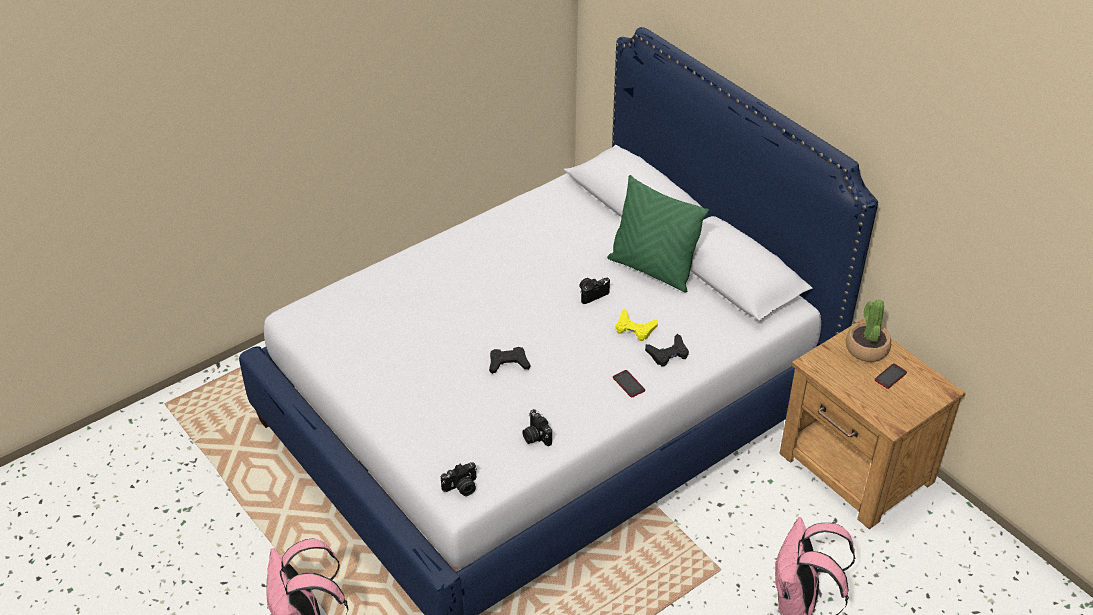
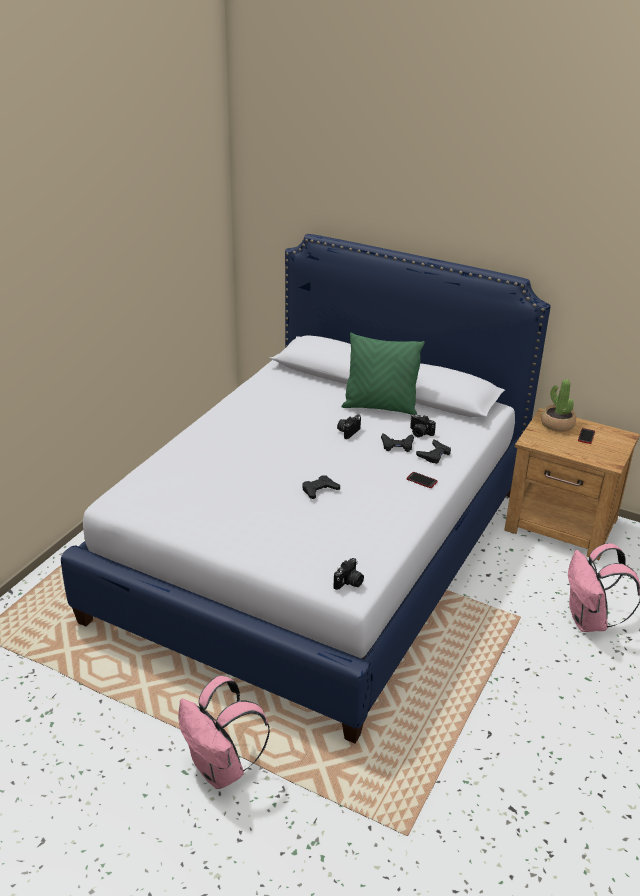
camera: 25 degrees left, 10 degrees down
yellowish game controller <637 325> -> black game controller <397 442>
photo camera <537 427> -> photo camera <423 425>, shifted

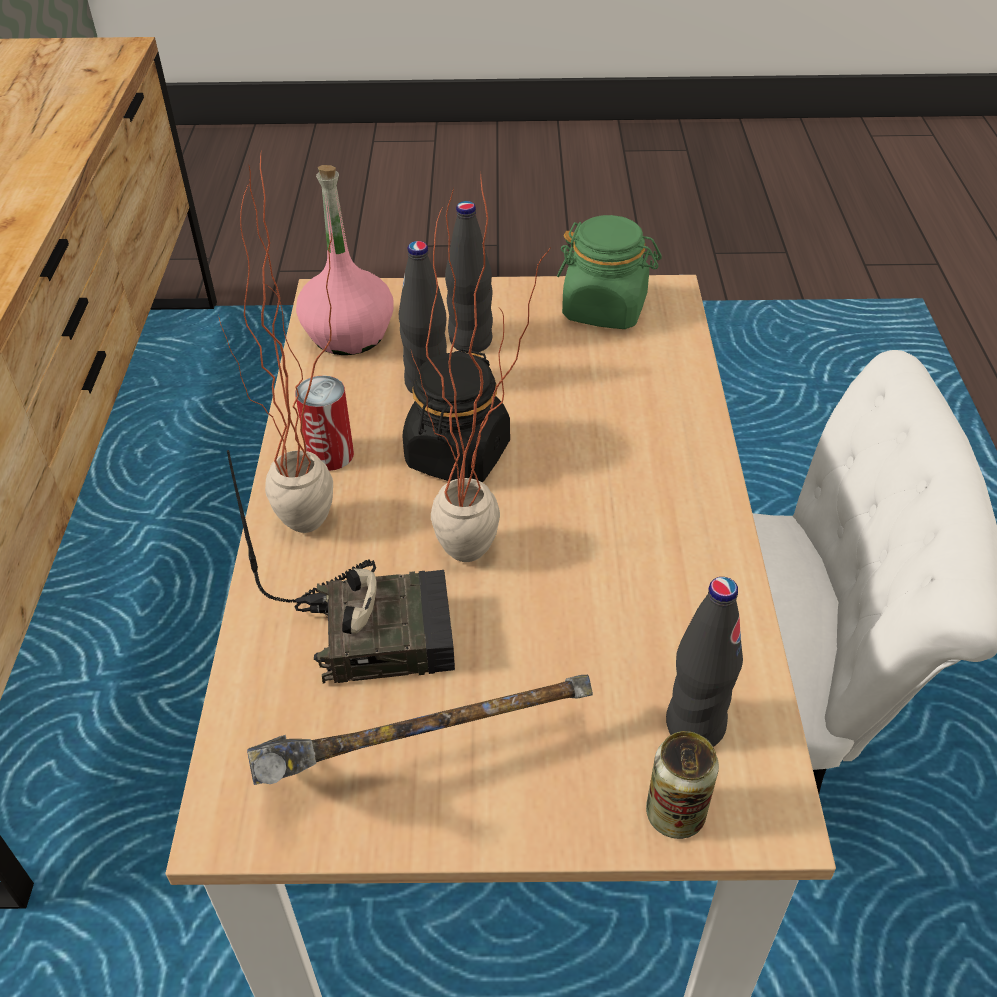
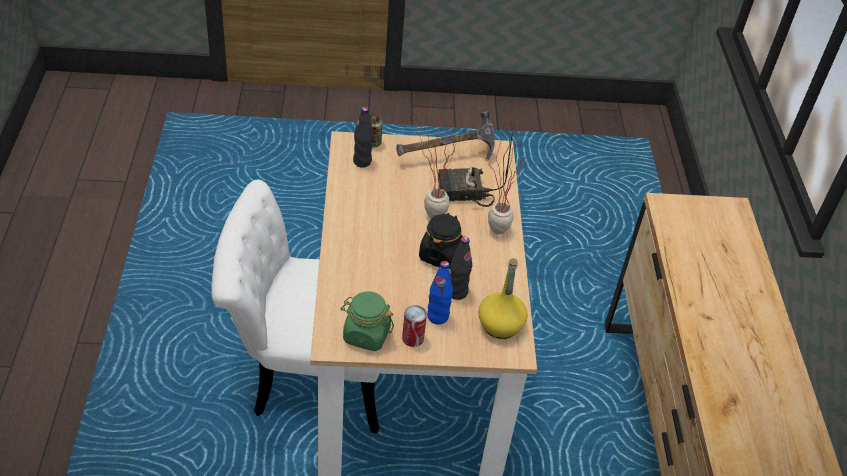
camera: 175 degrees right, 0 degrees up
pink-coloured drink bottle <344 260> -> yellowish drink bottle <503 298>
black drink bottle <469 277> -> blue drink bottle <440 293>
metal can <324 423> -> metal can <414 326>, shifted

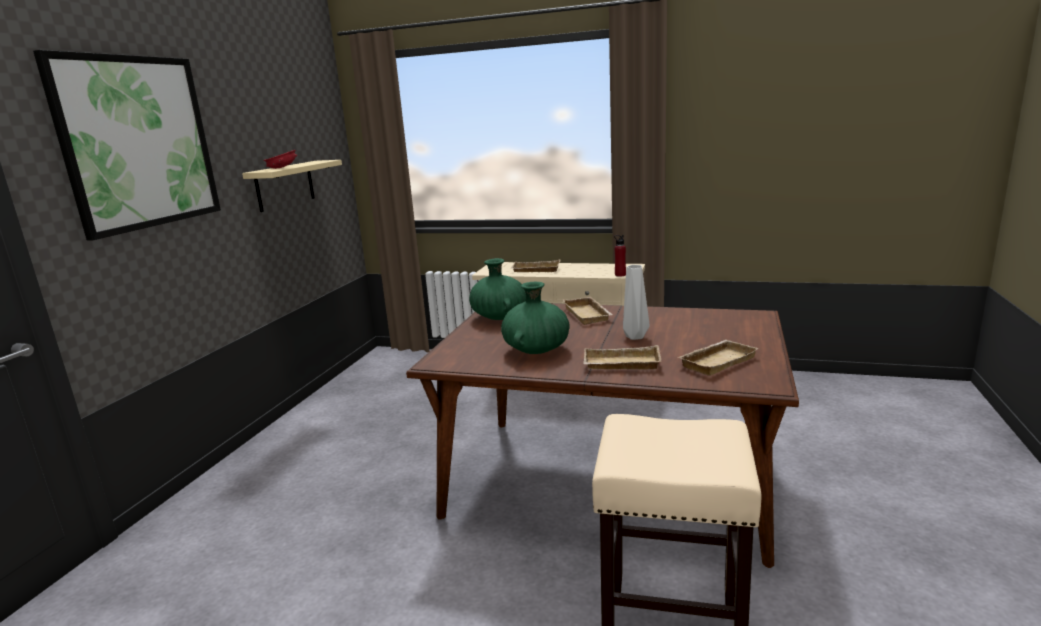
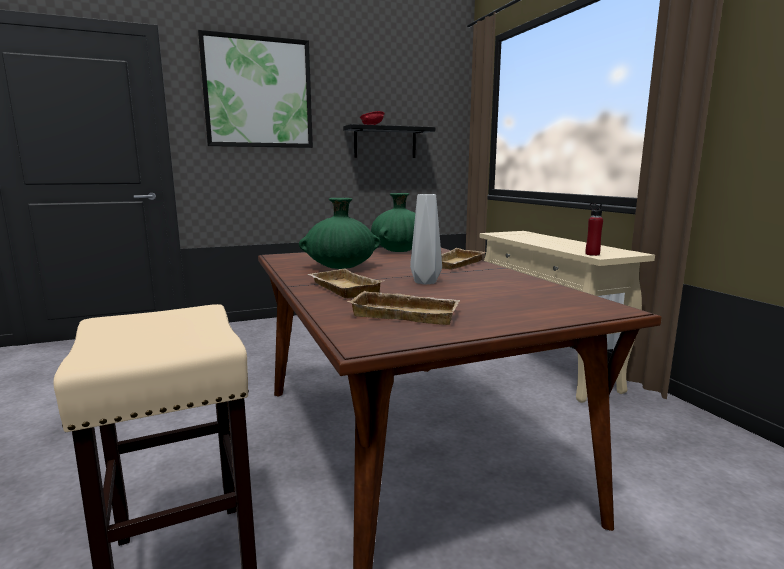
camera: 50 degrees right, 5 degrees down
beige-coloured shelf <292 186> -> black shelf <389 141>
beige-coloured serving tray <535 266> -> none

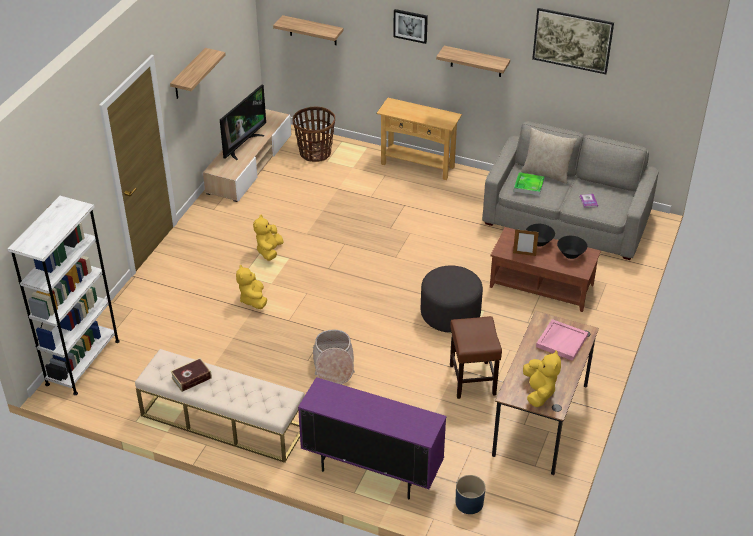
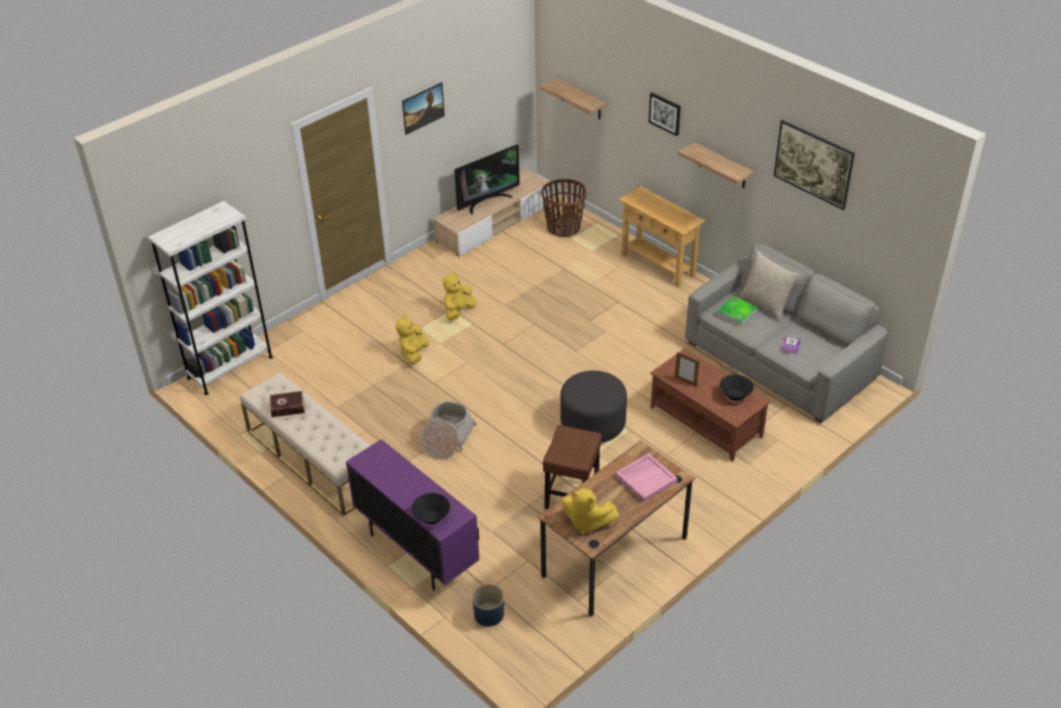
camera: 25 degrees right, 0 degrees up
shelf <198 73> -> wall art <423 108>
black bowl <540 235> -> black bowl <431 509>, shifted
yellowish cuddly toy <542 378> -> yellowish cuddly toy <590 511>, 90 degrees clockwise

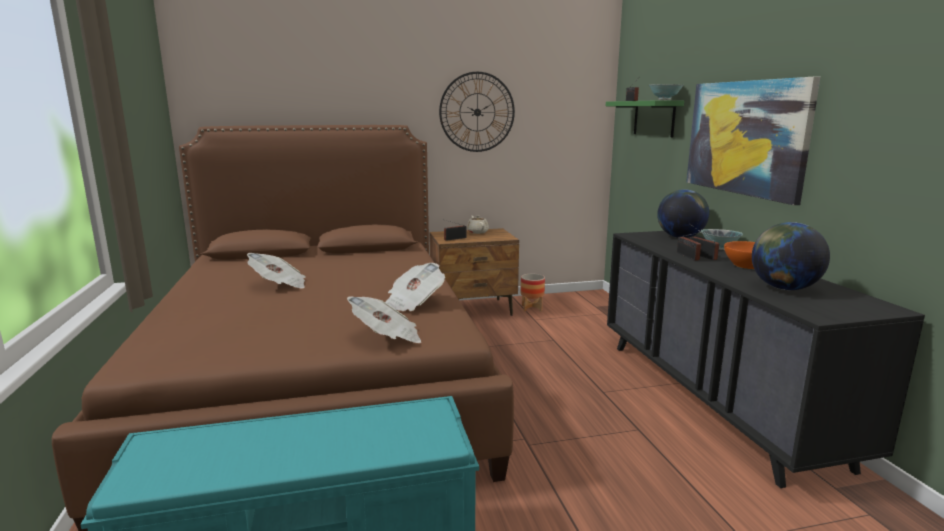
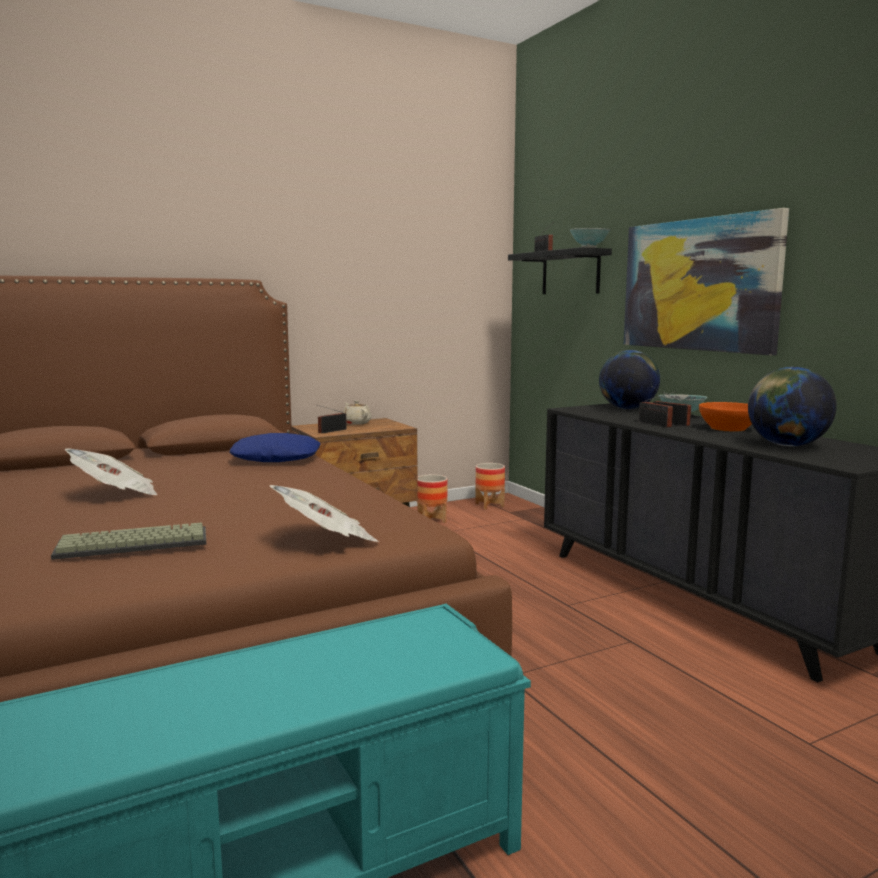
camera: 15 degrees left, 5 degrees down
clock on the wall <477 112> -> none
greenish shelf <645 119> -> black shelf <560 270>
printed paper <415 287> -> none
none -> blue pillow <275 447>
none -> flower pot <490 486>
none -> keyboard <128 541>

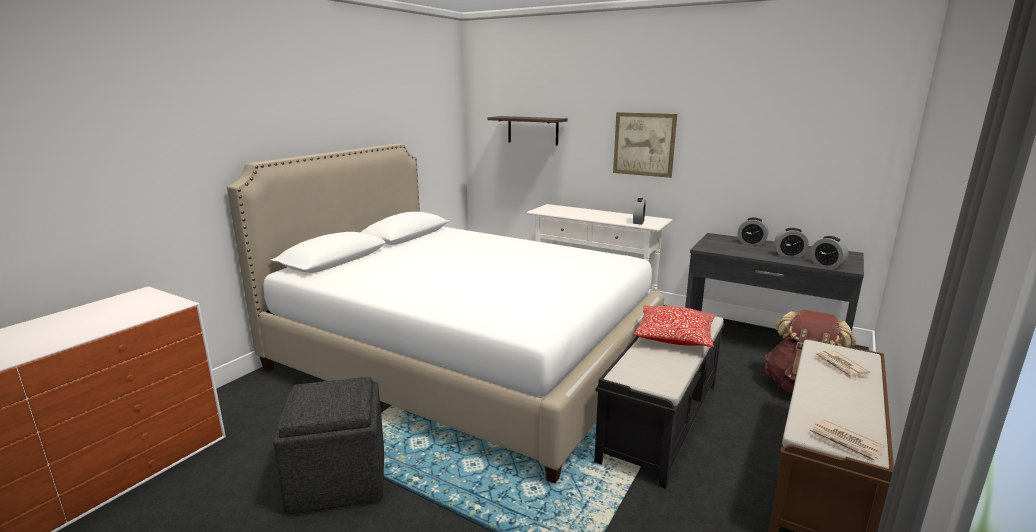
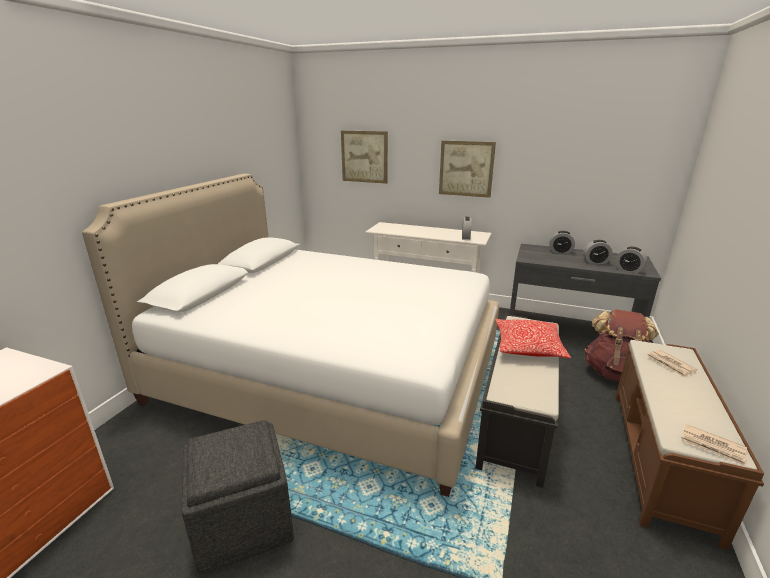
camera: 10 degrees left, 5 degrees up
shelf <527 130> -> wall art <364 157>

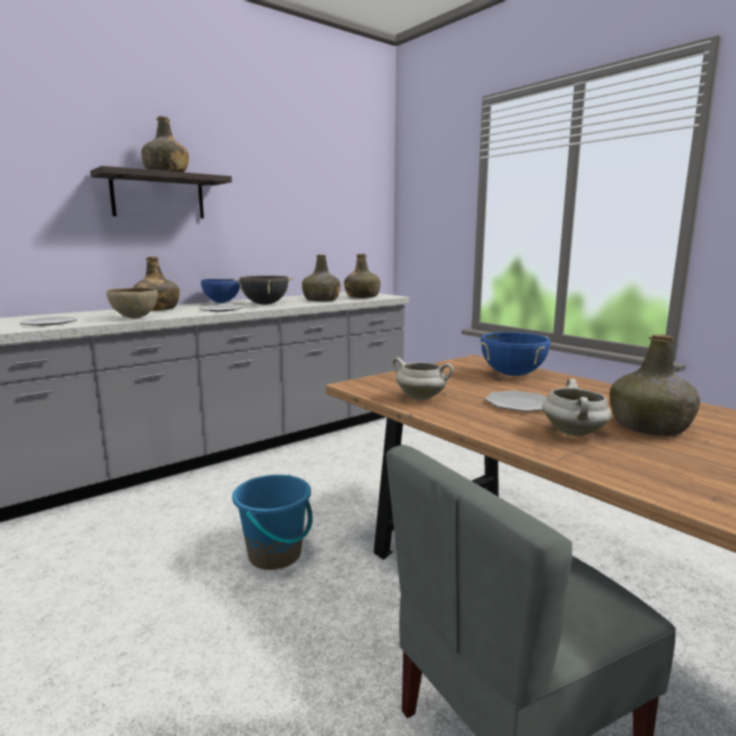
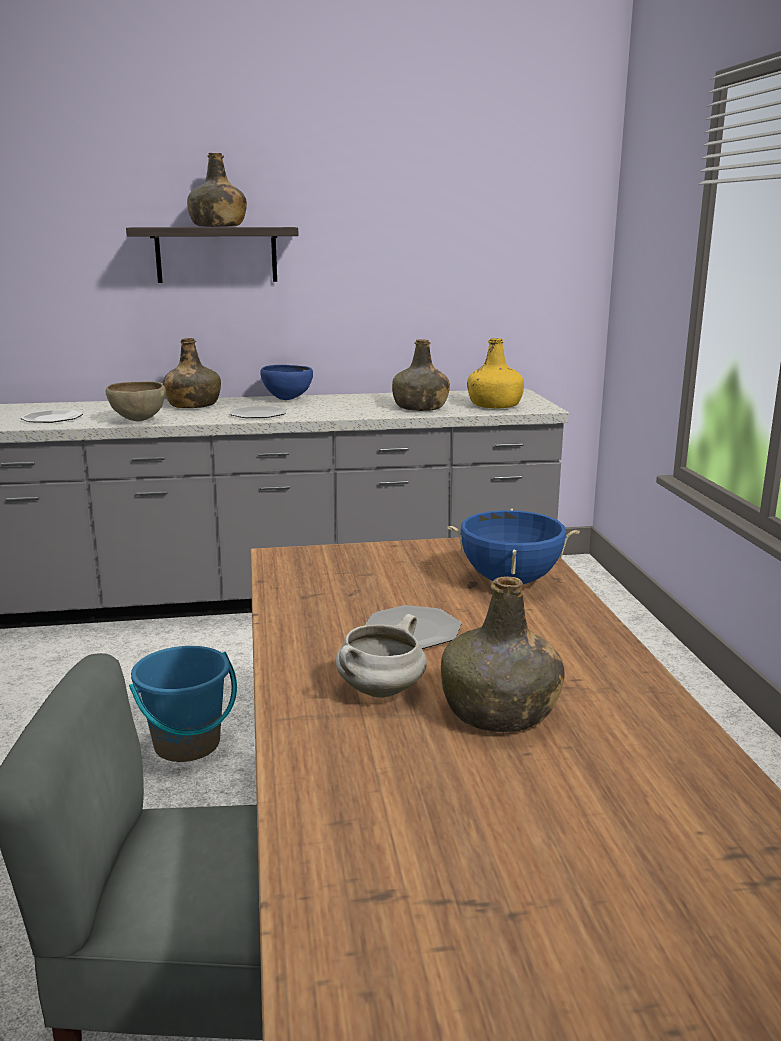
camera: 30 degrees right, 5 degrees up
greenish drink bottle <362 276> -> yellowish drink bottle <495 373>
black stockpot <264 290> -> none
white-coloured stockpot <422 378> -> none

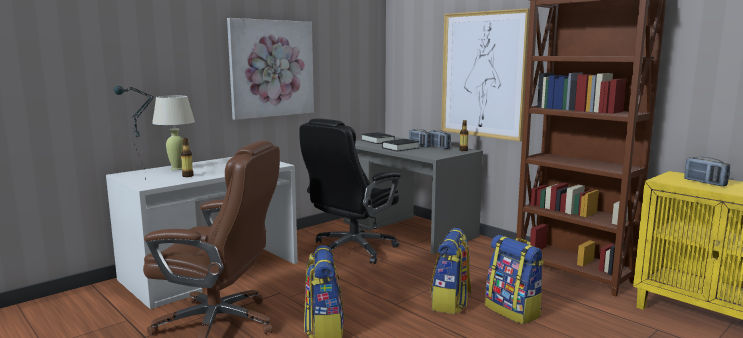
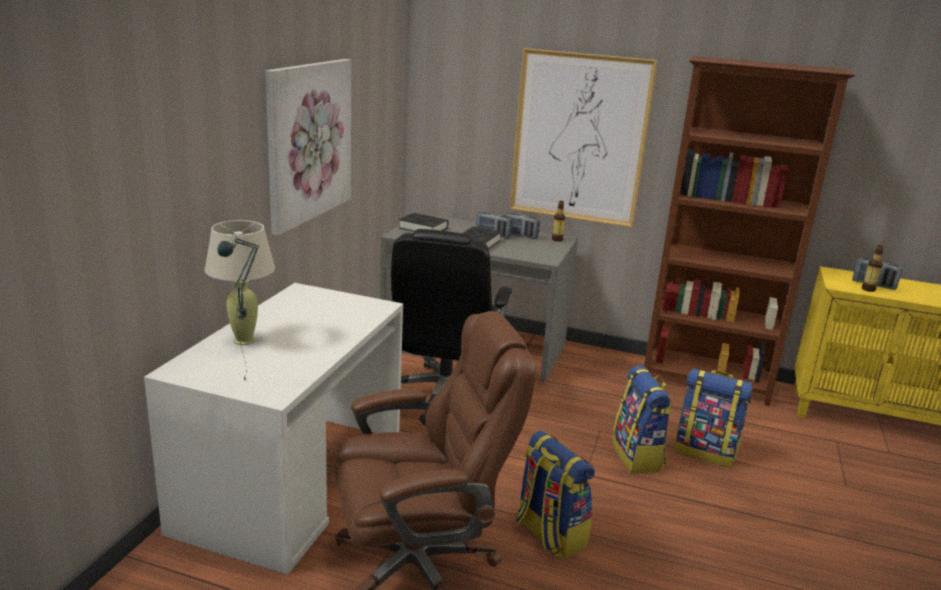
camera: 30 degrees left, 10 degrees up
drink bottle <187 157> -> drink bottle <873 268>, shifted

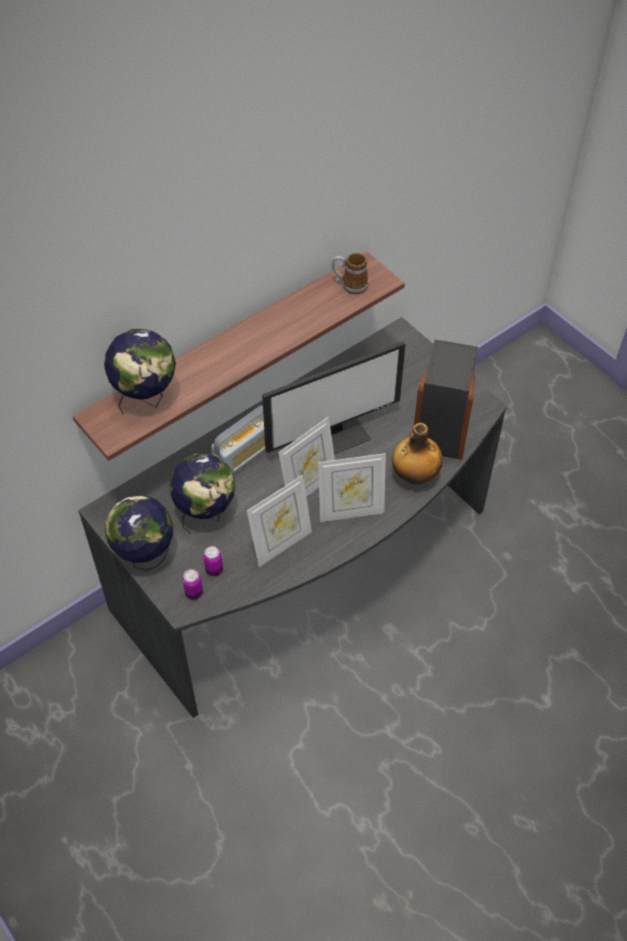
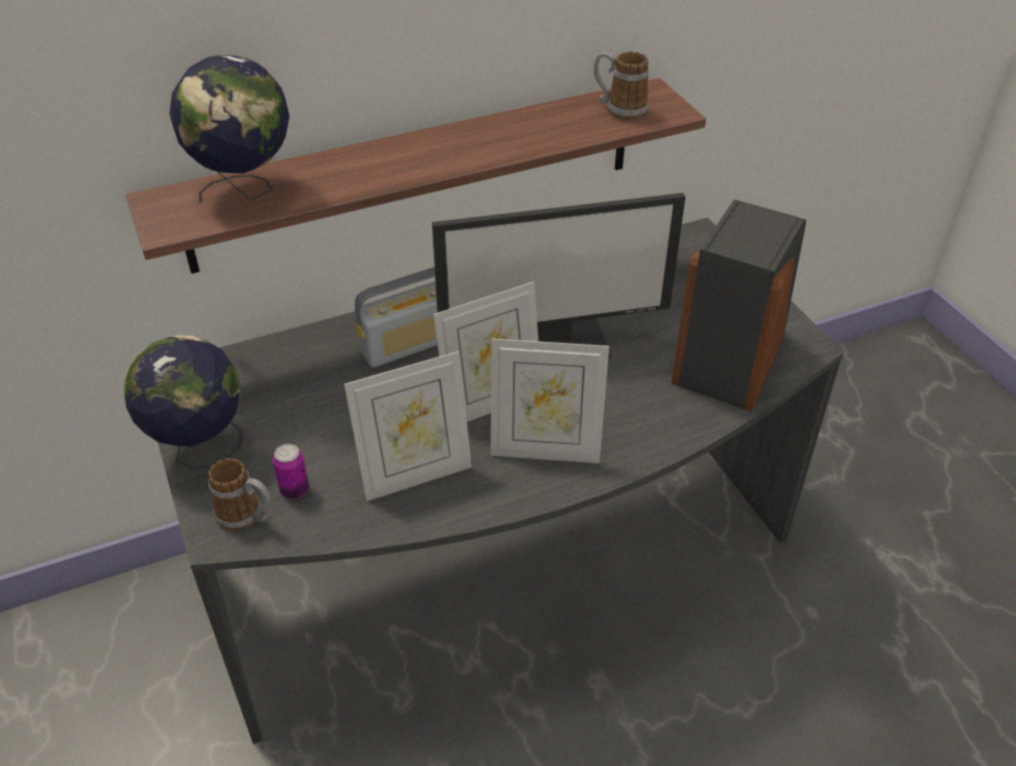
camera: 15 degrees right, 10 degrees down
drink bottle <417 453> -> none
desk globe <202 493> -> none
metal can <192 584> -> tea mug <239 494>

